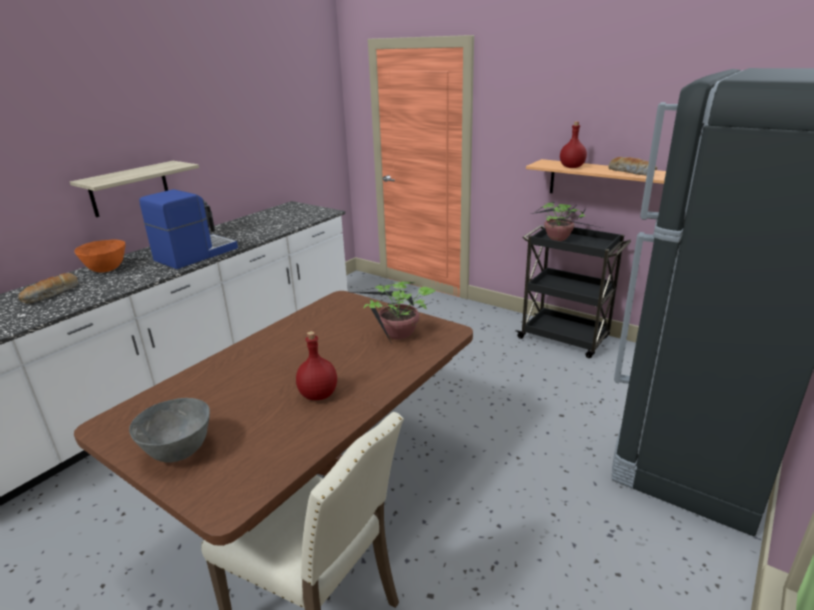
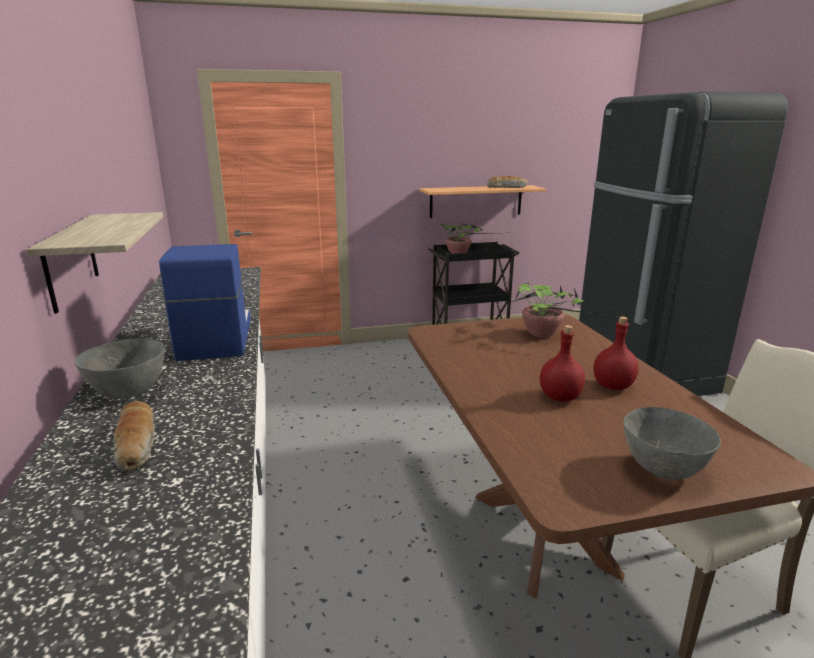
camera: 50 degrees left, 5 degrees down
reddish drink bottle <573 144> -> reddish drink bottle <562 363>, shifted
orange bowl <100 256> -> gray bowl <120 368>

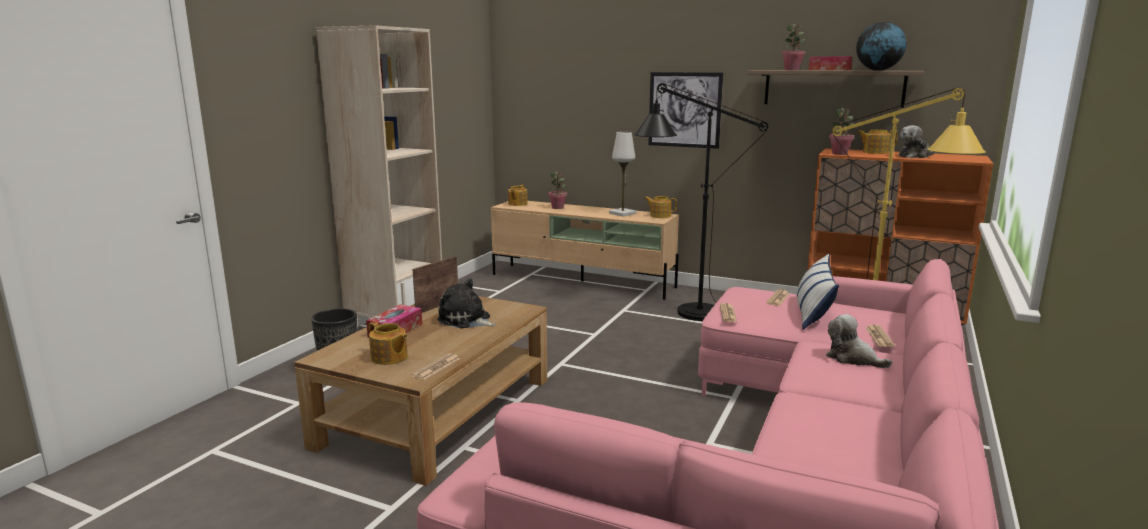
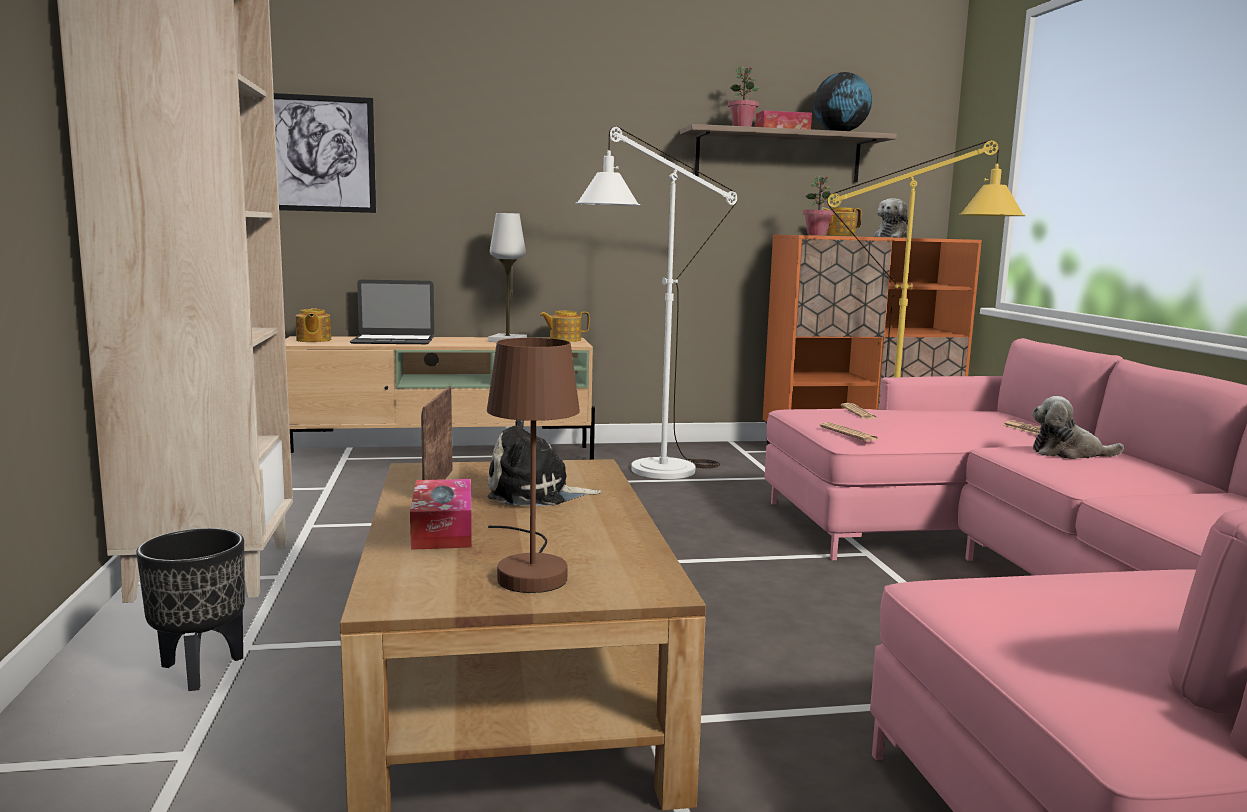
camera: 35 degrees left, 5 degrees down
wall art <685 110> -> wall art <325 153>, shifted
black standing lamp <701 202> -> white-coloured standing lamp <656 302>
plant in a pot <557 190> -> laptop <392 312>
pillow <818 292> -> none
teapot <388 343> -> brown-coloured tabletop lamp <533 465>
printed paper <435 366> -> none

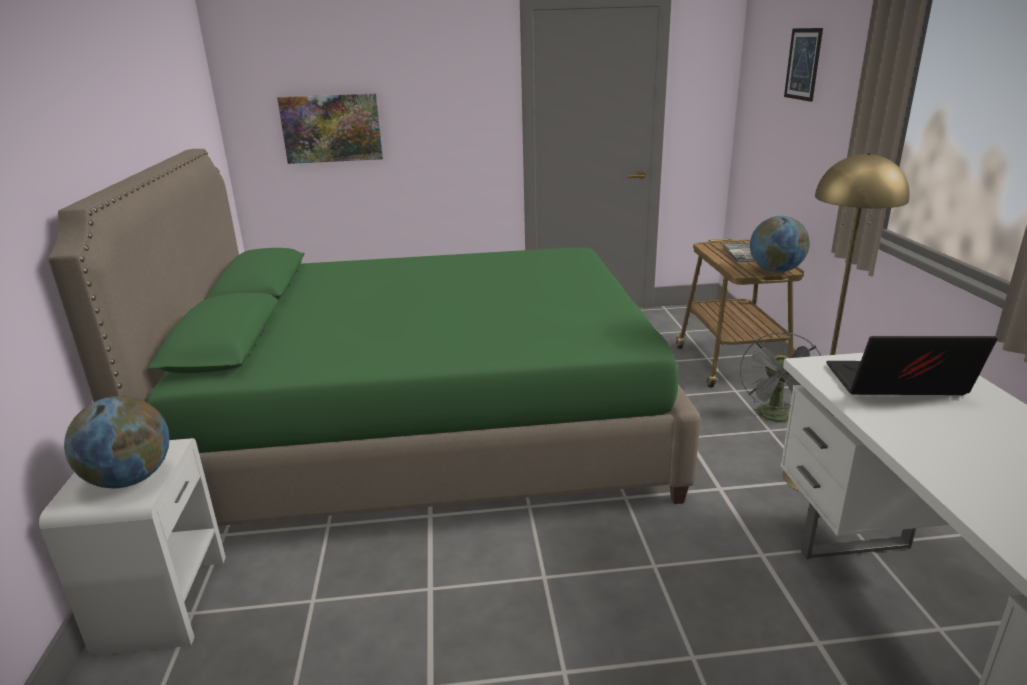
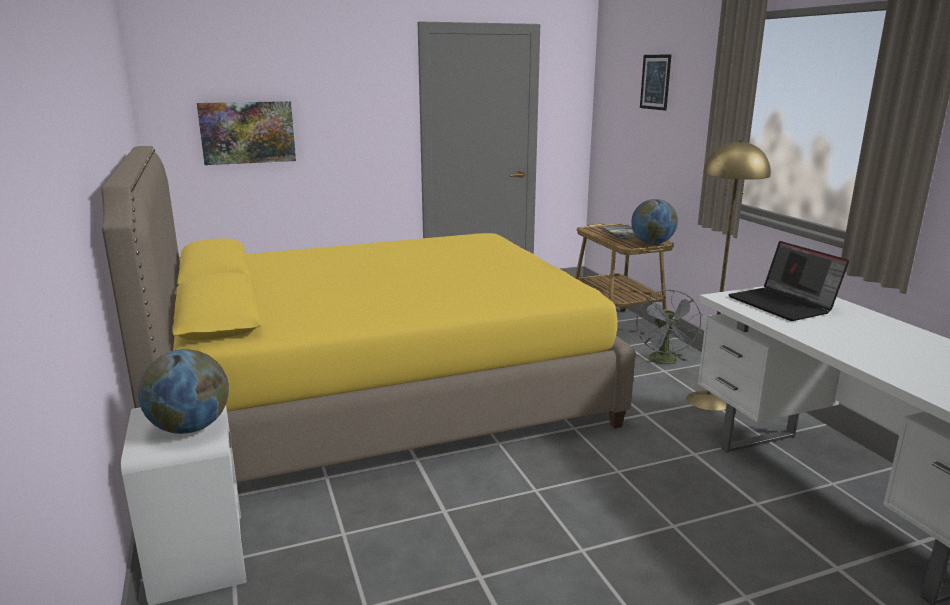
camera: 15 degrees left, 5 degrees down
greenish bed <374 337> -> yellowish bed <368 314>
laptop <912 365> -> laptop <788 281>, 105 degrees counterclockwise

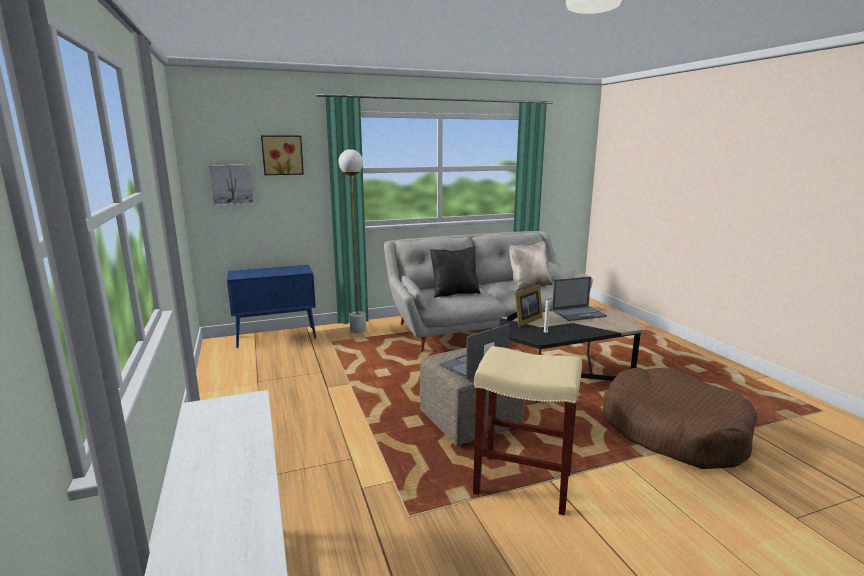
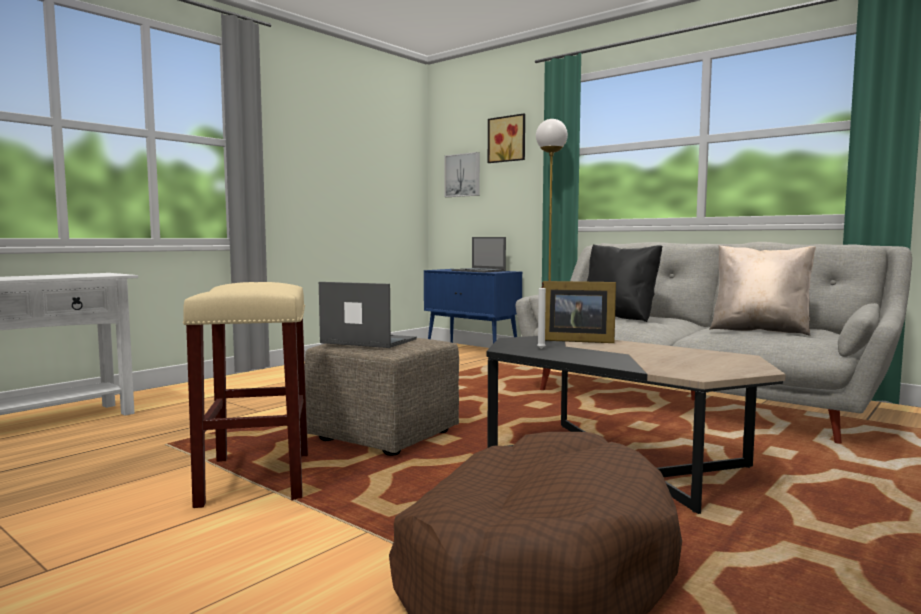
camera: 60 degrees right, 10 degrees down
laptop <579 299> -> laptop <479 254>, shifted

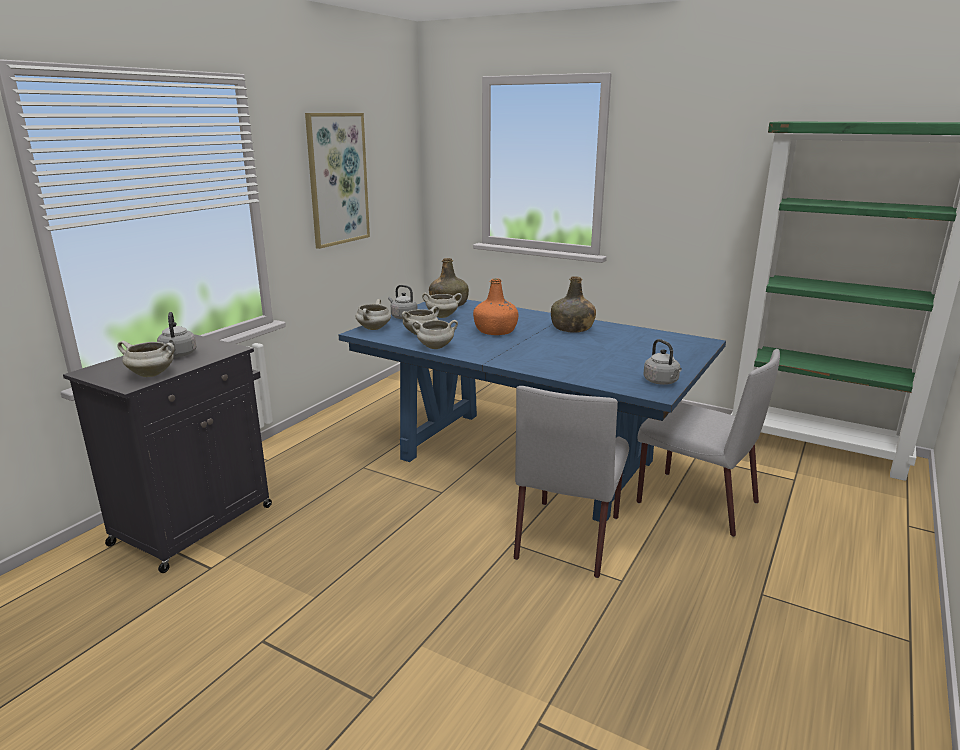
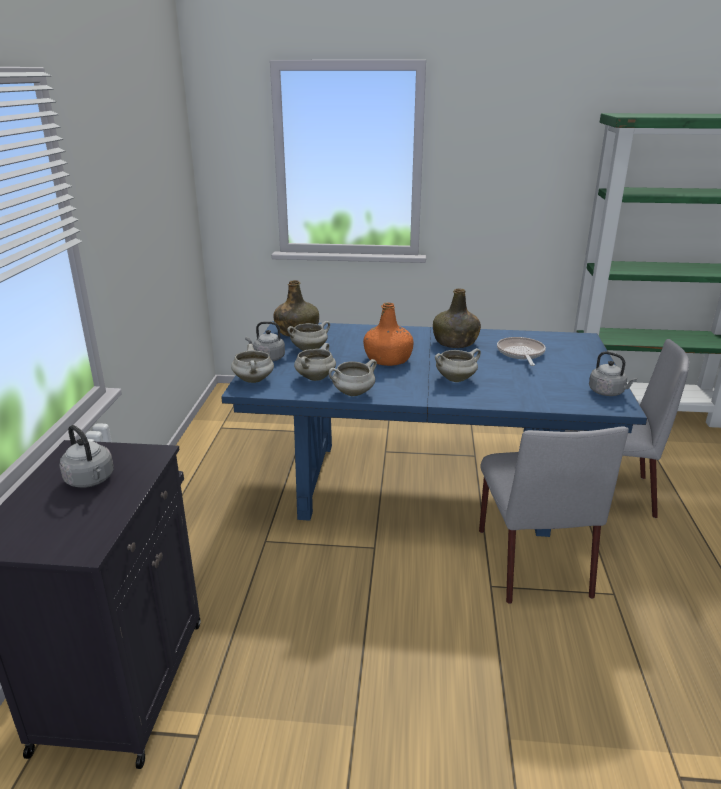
camera: 25 degrees left, 5 degrees up
wall art <337 181> -> none
white-coloured stockpot <146 359> -> white-coloured stockpot <458 365>, shifted
none -> frying pan <521 351>

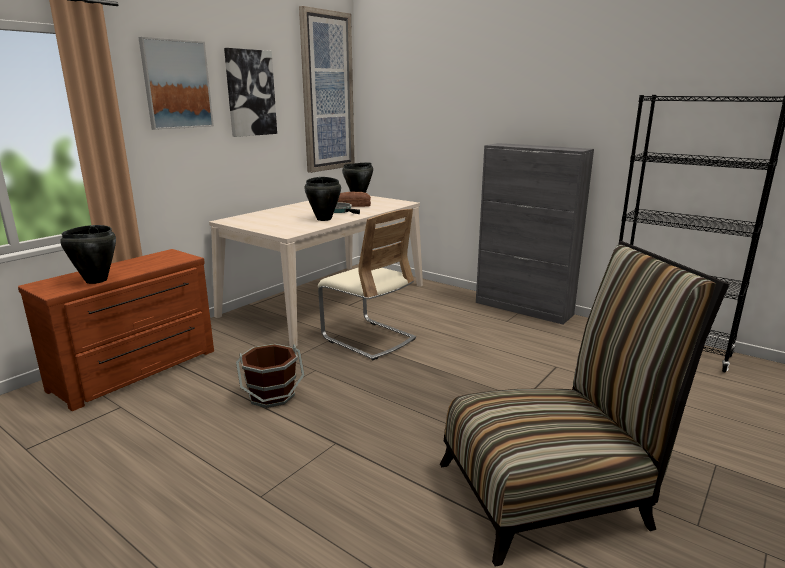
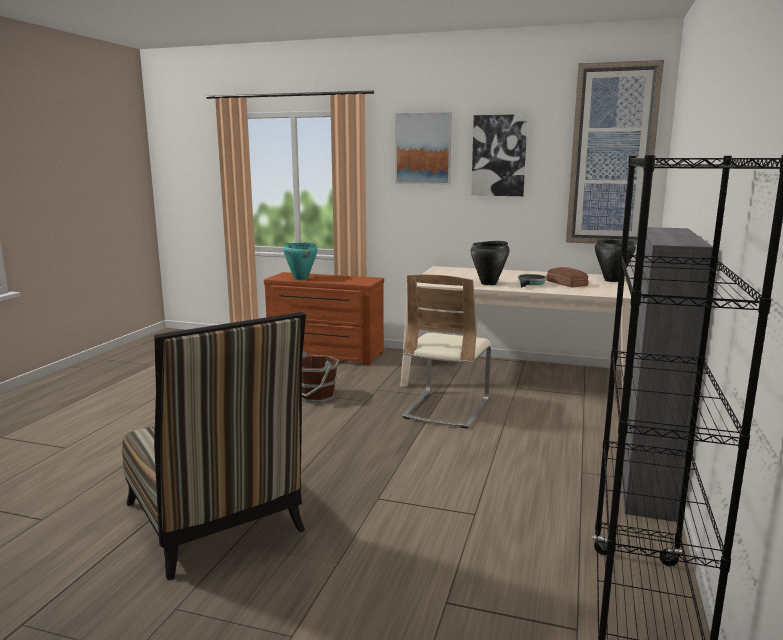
camera: 70 degrees right, 5 degrees down
black stockpot <88 254> -> blue-green stockpot <300 261>

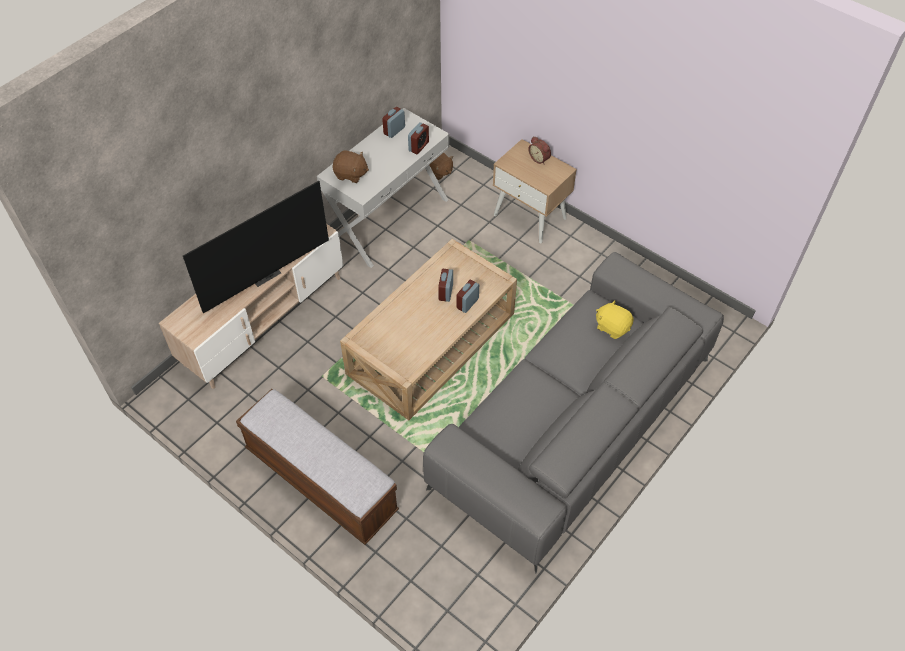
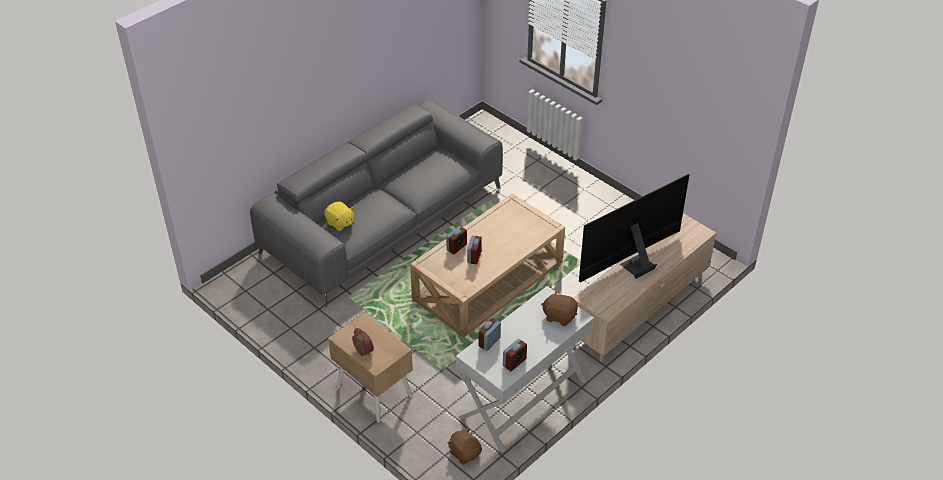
camera: 175 degrees left, 10 degrees down
indoor bench <317 467> -> none

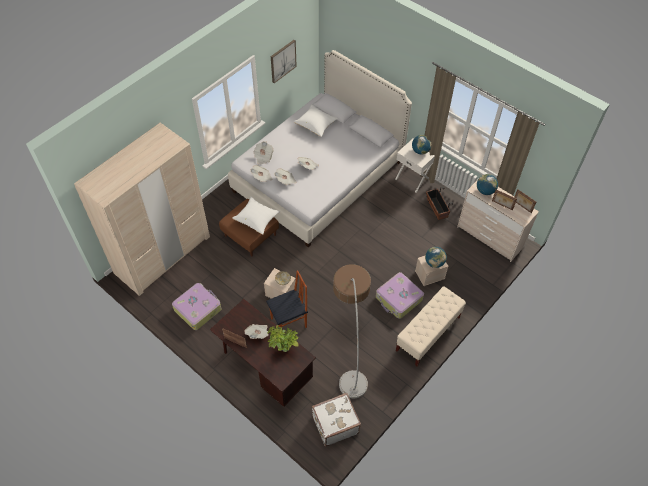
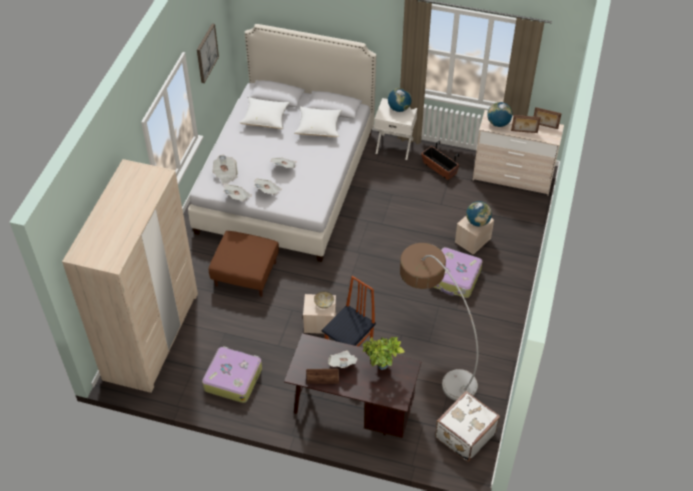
camera: 25 degrees left, 5 degrees down
white-coloured pillow <256 216> -> white-coloured pillow <318 122>, shifted
beige-coloured indoor bench <431 326> -> none

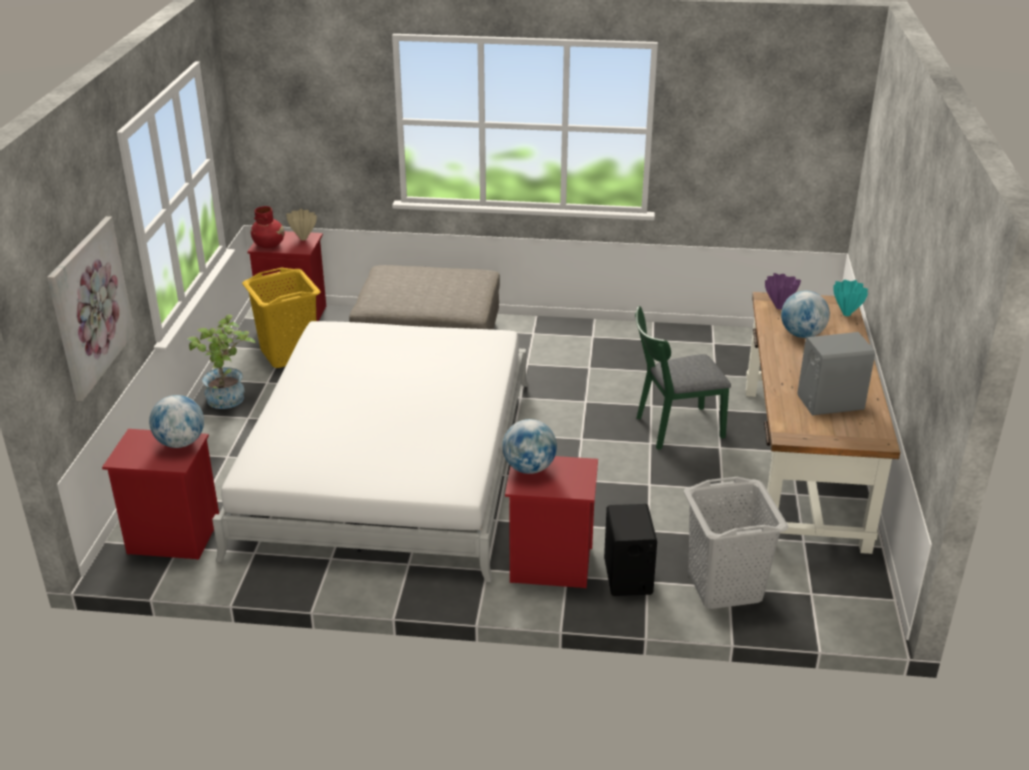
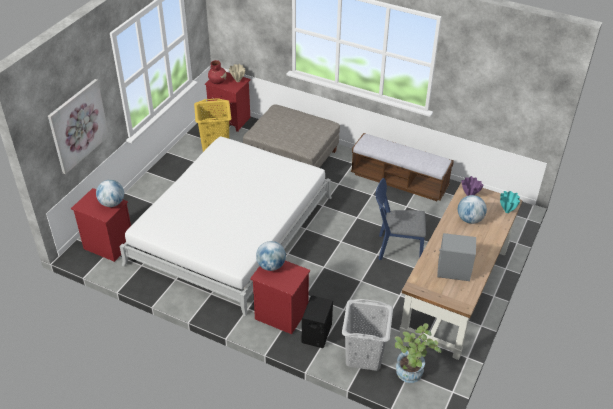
camera: 20 degrees right, 10 degrees up
greenish upright chair <683 378> -> blue upright chair <401 219>
plant in a pot <221 361> -> plant in a pot <418 353>, shifted
none -> indoor bench <402 167>

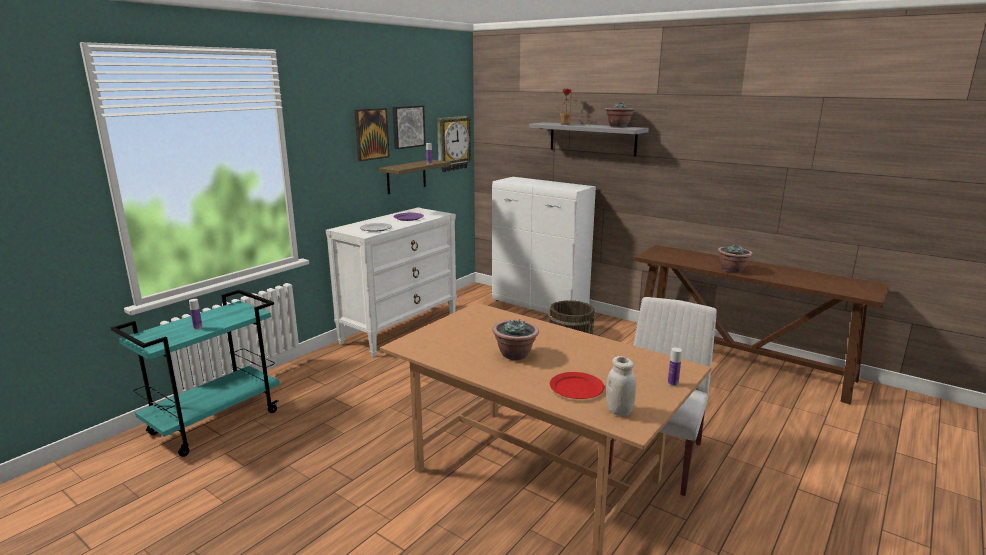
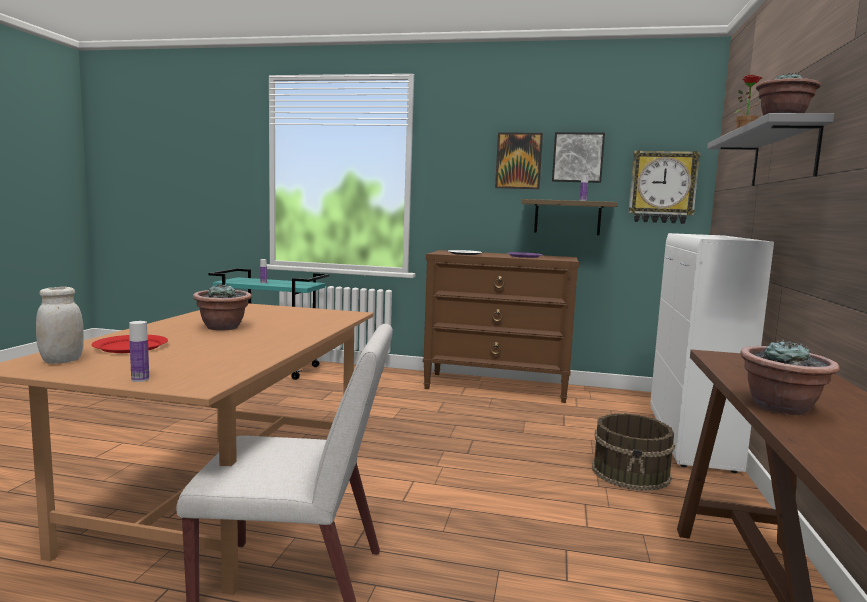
camera: 65 degrees right, 10 degrees down
white-coloured chest of drawers <391 282> -> brown-coloured chest of drawers <501 326>

